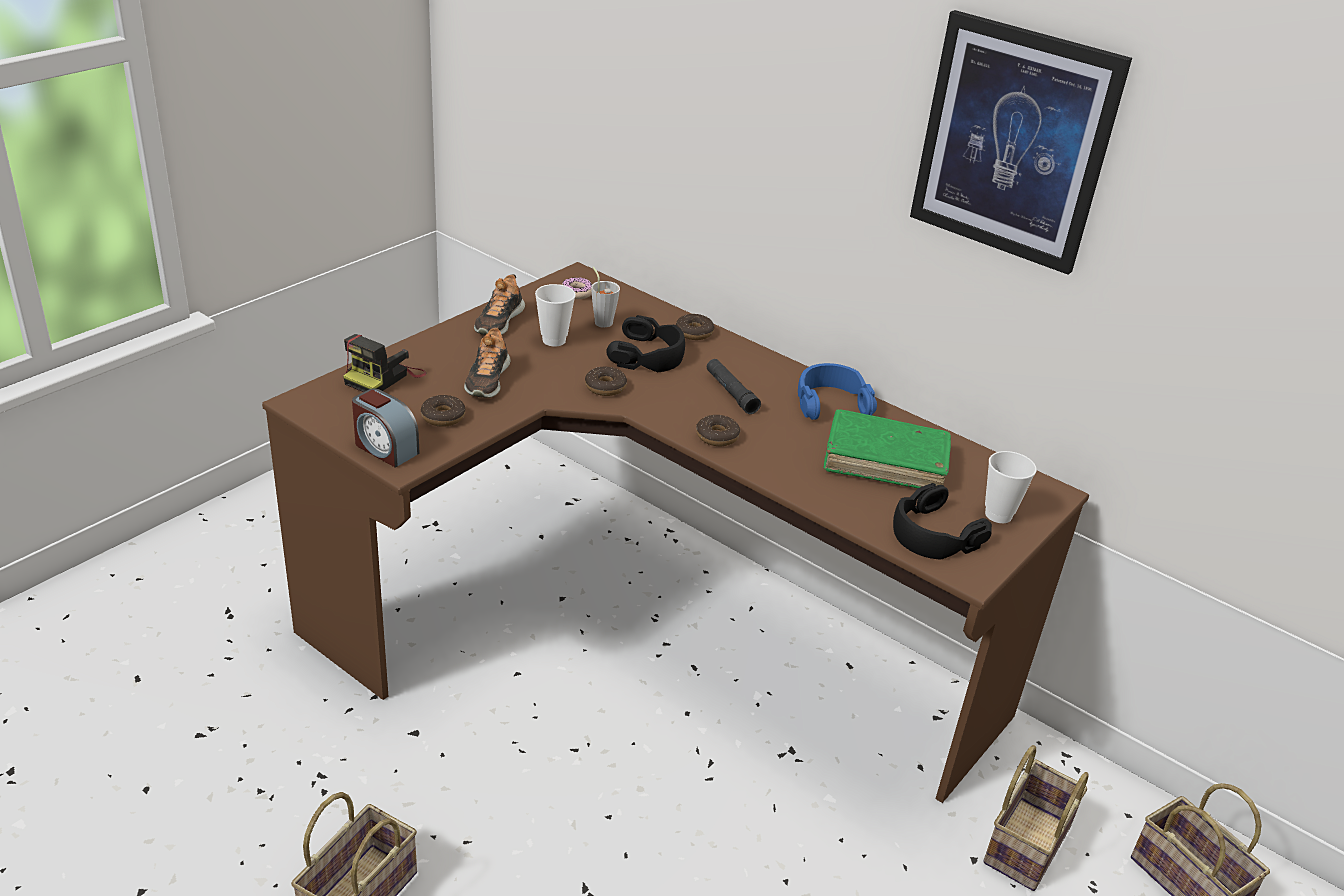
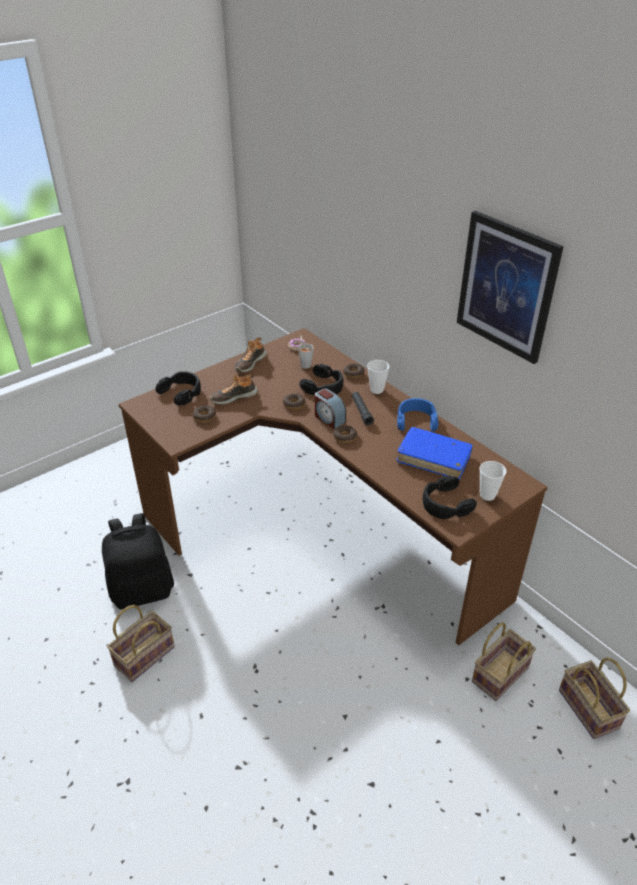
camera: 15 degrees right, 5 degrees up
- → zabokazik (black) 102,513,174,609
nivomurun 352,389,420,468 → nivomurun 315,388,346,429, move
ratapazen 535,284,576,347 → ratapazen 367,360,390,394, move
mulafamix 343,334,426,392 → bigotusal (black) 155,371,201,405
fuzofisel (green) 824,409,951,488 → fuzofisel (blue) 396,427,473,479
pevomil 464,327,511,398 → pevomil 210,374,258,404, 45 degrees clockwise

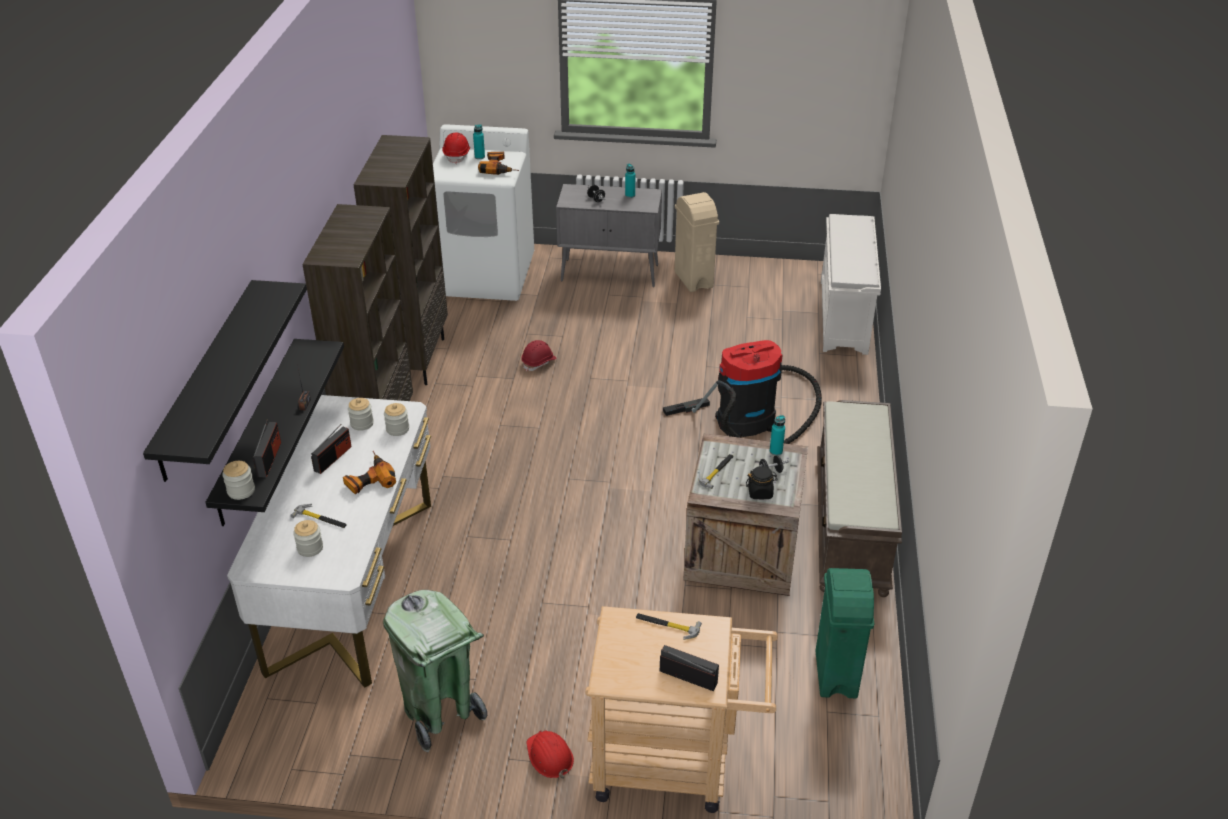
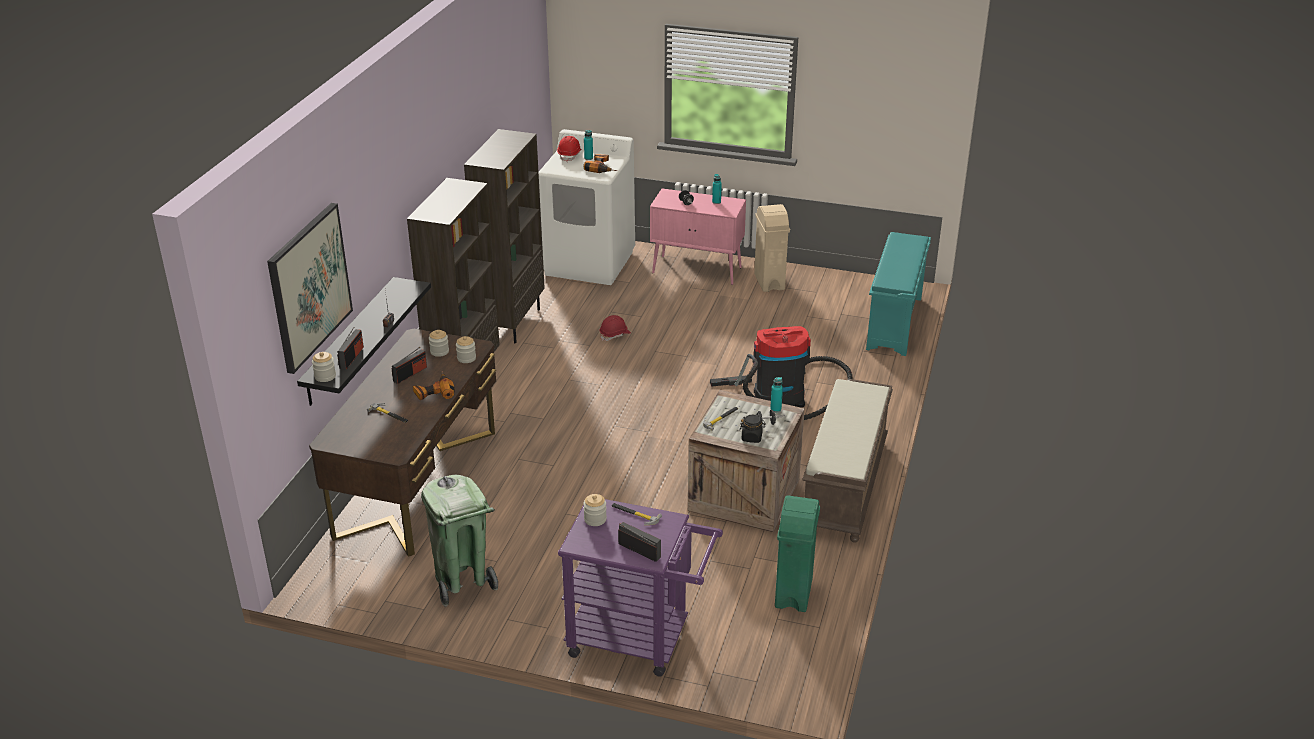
camera: 10 degrees right, 5 degrees down
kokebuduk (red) 527,731,574,778 → -
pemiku 293,520,323,557 → pemiku 583,494,607,526, move
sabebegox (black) 143,280,307,482 → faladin 267,203,353,374
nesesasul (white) 227,395,431,688 → nesesasul (brown) 309,329,496,557
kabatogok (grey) 556,184,662,287 → kabatogok (pink) 650,188,746,285
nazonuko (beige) 585,606,778,813 → nazonuko (purple) 558,499,723,677
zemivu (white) 821,214,881,355 → zemivu (turquoise) 866,232,931,356

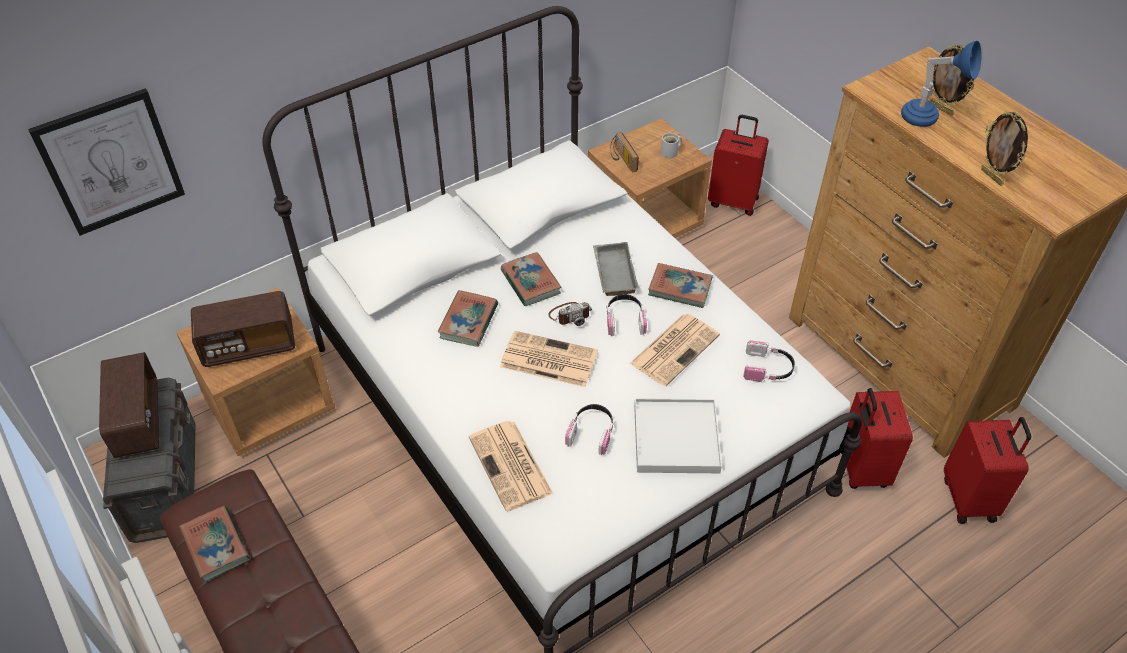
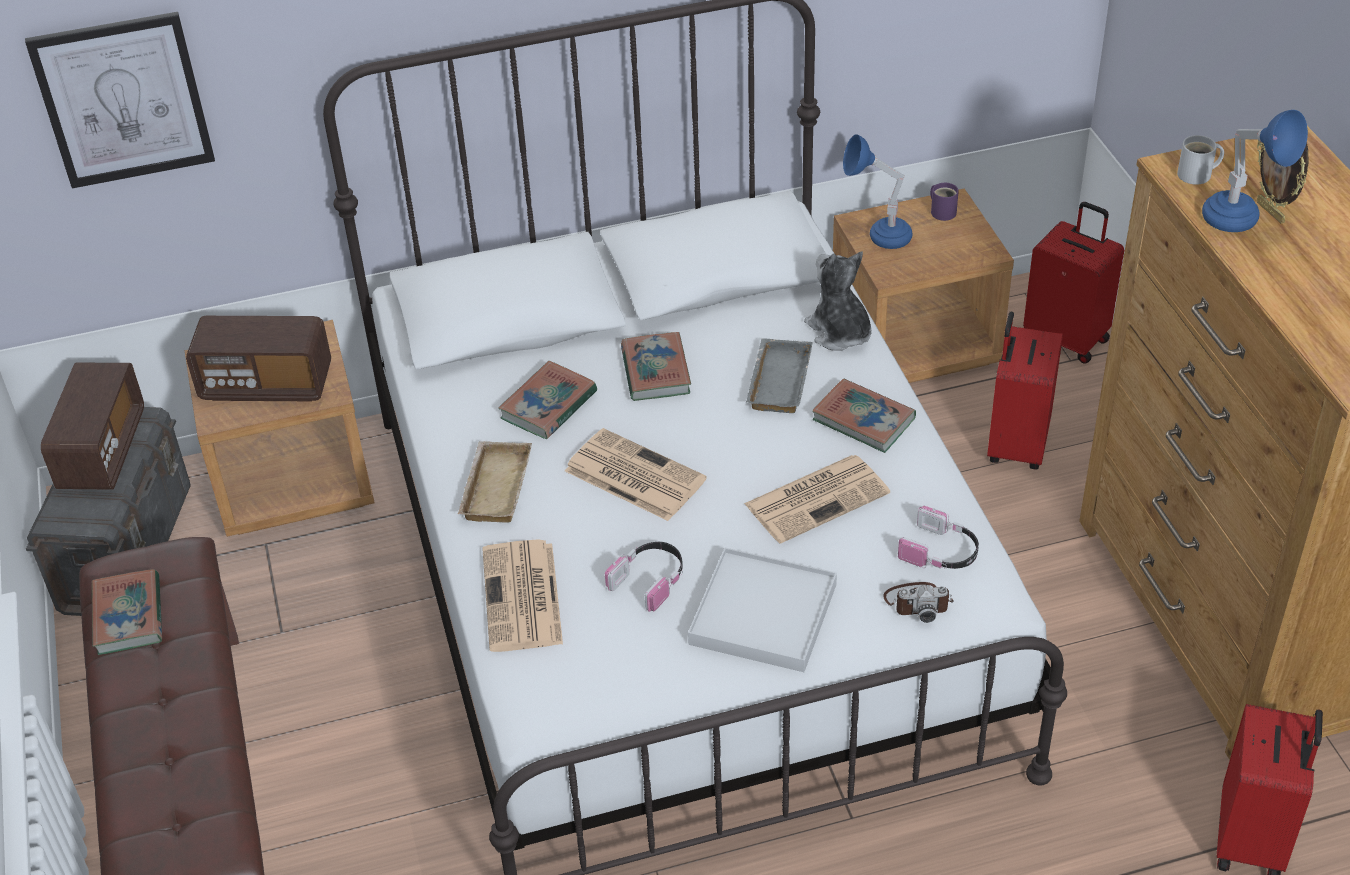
camera: 20 degrees right, 5 degrees down
bigotusal 607,294,647,336 → -
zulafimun 981,111,1028,186 → -
- → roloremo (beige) 458,441,532,523
- → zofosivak 804,251,872,351
- → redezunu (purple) 930,183,959,221
mulafamix 548,302,592,326 → mulafamix 883,582,954,623, move
redezunu (white) 661,133,682,158 → redezunu (white) 1177,135,1224,185, move
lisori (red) 846,388,913,489 → lisori (red) 987,311,1063,470, move
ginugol 610,132,639,173 → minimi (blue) 843,134,912,249

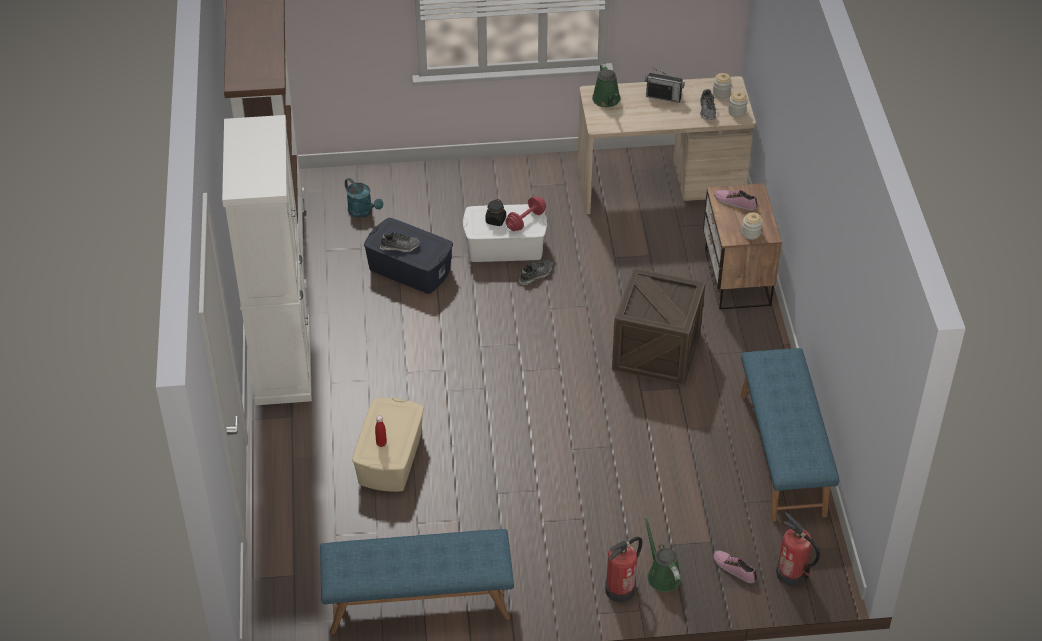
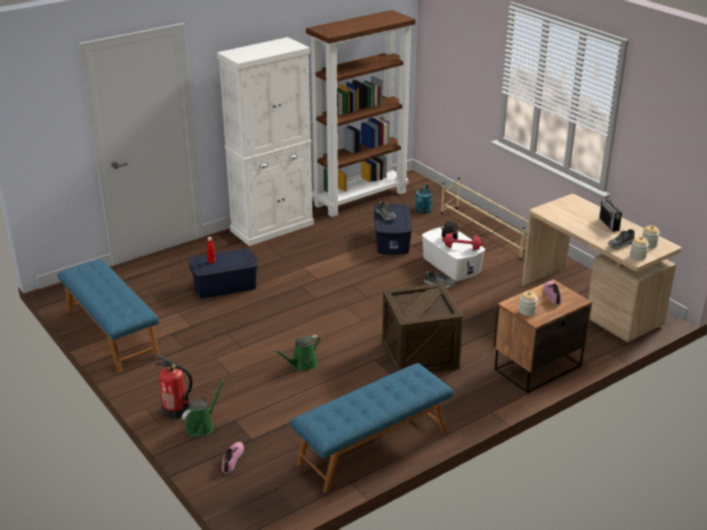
camera: 60 degrees right, 15 degrees down
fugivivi 776,512,820,586 → -
- → zemivu (beige) 441,177,529,260
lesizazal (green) 592,64,621,107 → lesizazal (green) 273,335,320,371, move
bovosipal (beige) 352,398,424,492 → bovosipal (blue) 189,248,258,298

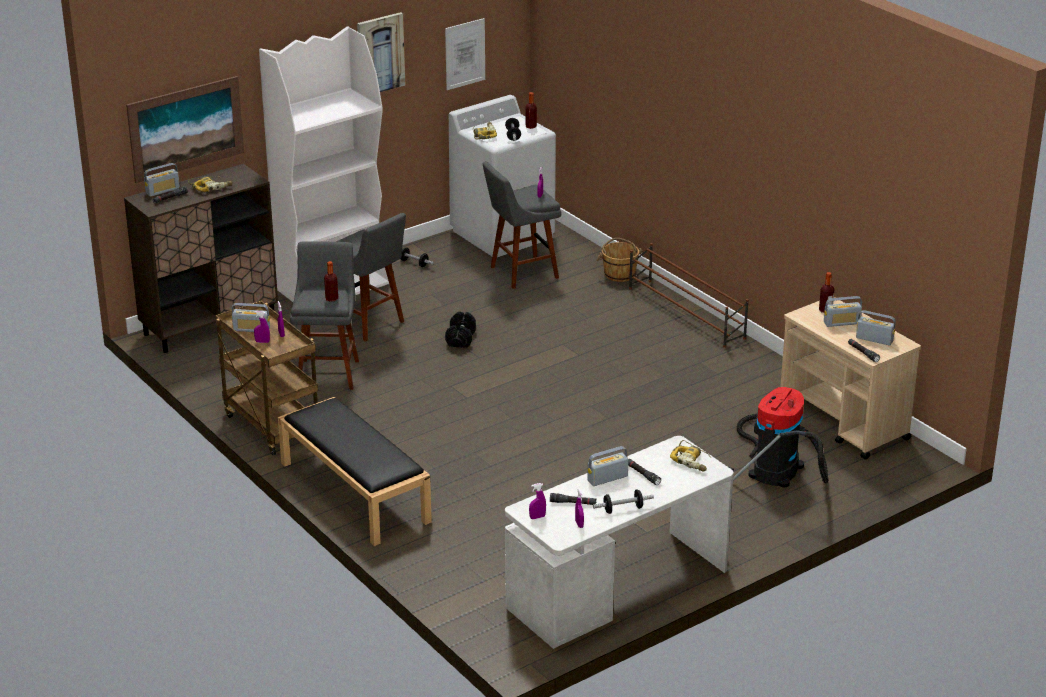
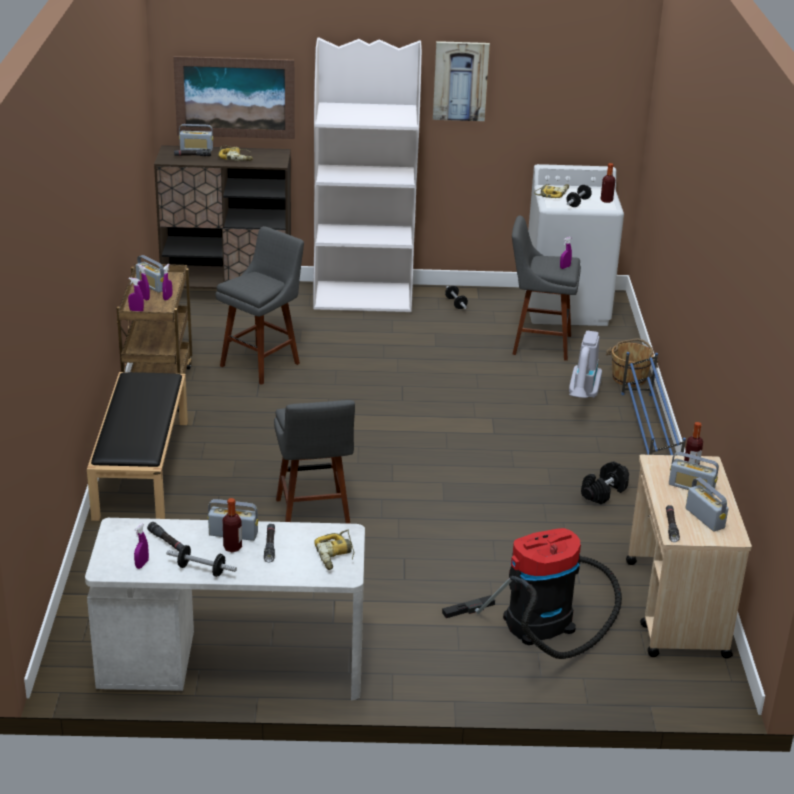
camera: 35 degrees right, 0 degrees up
faladin 445,18,485,90 → -
- → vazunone 569,331,602,398
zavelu 324,261,338,302 → zavelu 222,498,242,552, move
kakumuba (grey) 336,213,406,342 → kakumuba (grey) 274,400,355,524, move
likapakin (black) 445,312,476,348 → likapakin (black) 581,462,629,505, move
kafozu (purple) 529,483,546,519 → kafozu (purple) 128,278,144,311, move
zemivu (brown) 629,243,749,348 → zemivu (blue) 621,352,686,456

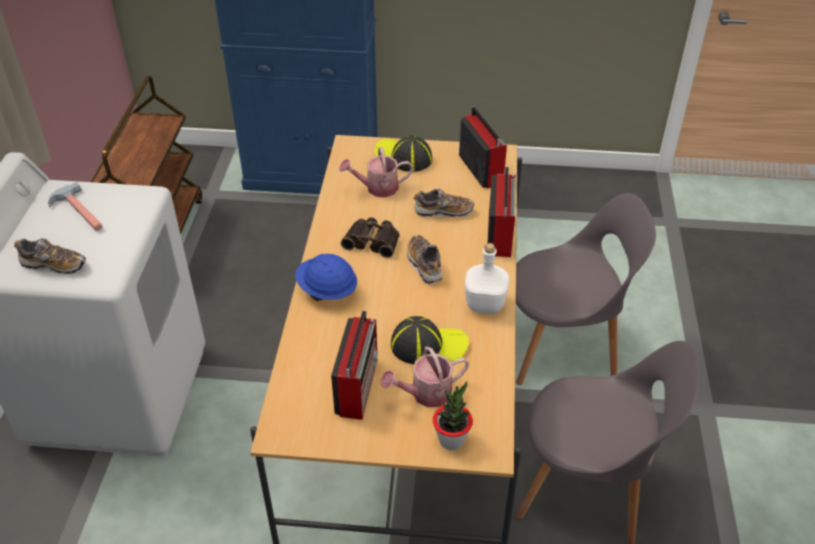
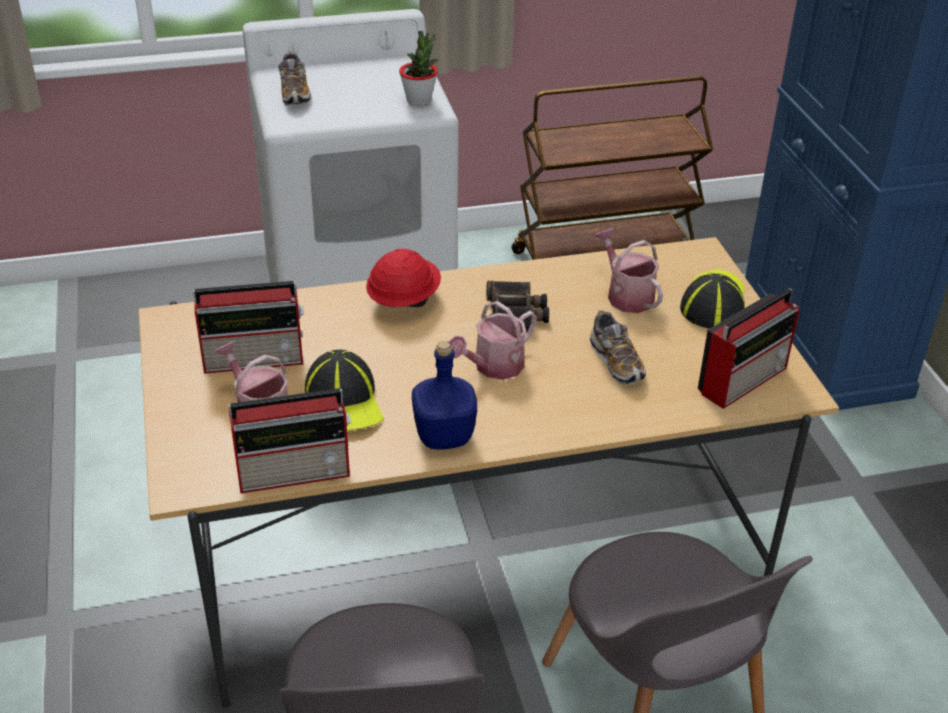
camera: 70 degrees right, 5 degrees down
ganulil 48,182,103,231 → -
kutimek 433,381,473,450 → kutimek 399,31,438,106, move
ginugol 487,167,516,257 → ginugol 229,388,351,494, move
pevomil 407,235,442,284 → lesizazal 448,301,537,380
kokebuduk (blue) 295,254,357,301 → kokebuduk (red) 366,249,441,307
zavelu (white) 465,243,509,314 → zavelu (blue) 412,341,477,449

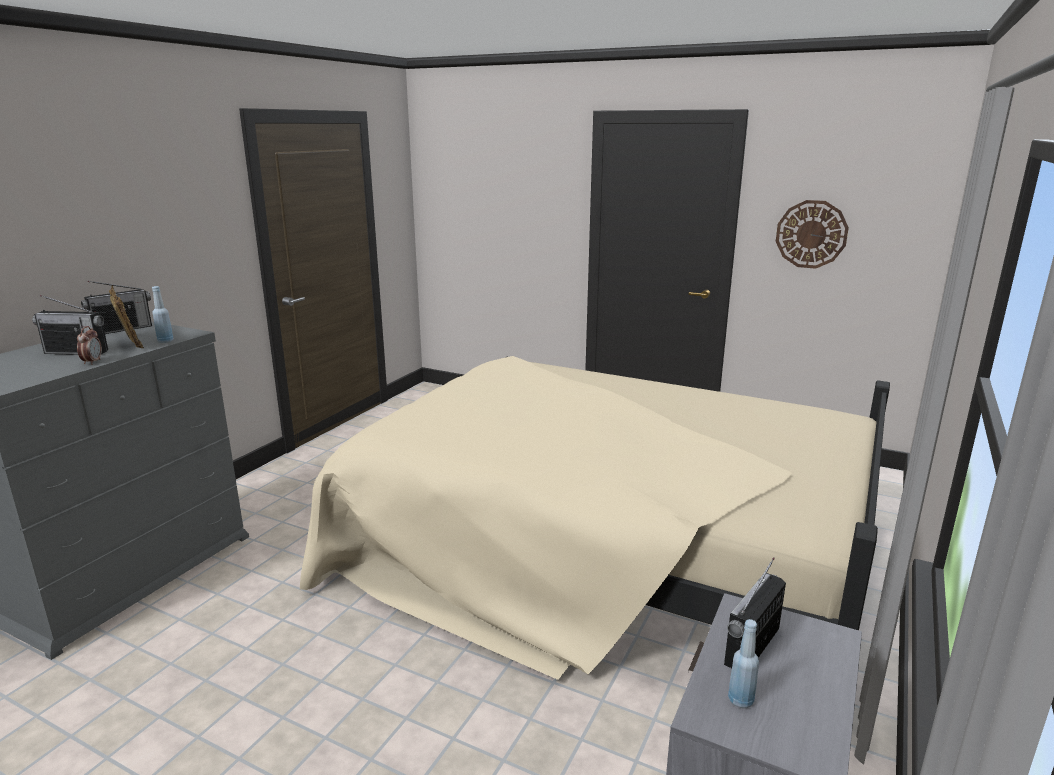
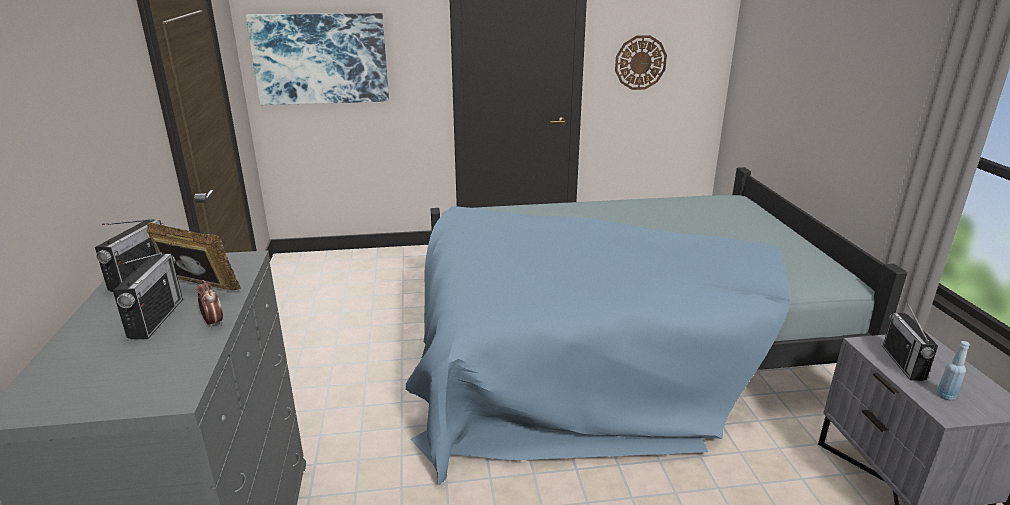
camera: 35 degrees left, 5 degrees up
zavelu (blue) 152,286,174,343 → -
- → faladin 246,13,389,105
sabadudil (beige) 300,356,890,680 → sabadudil (blue) 406,167,907,484
ginugol 32,295,108,355 → ginugol 113,252,183,339, 60 degrees counterclockwise

